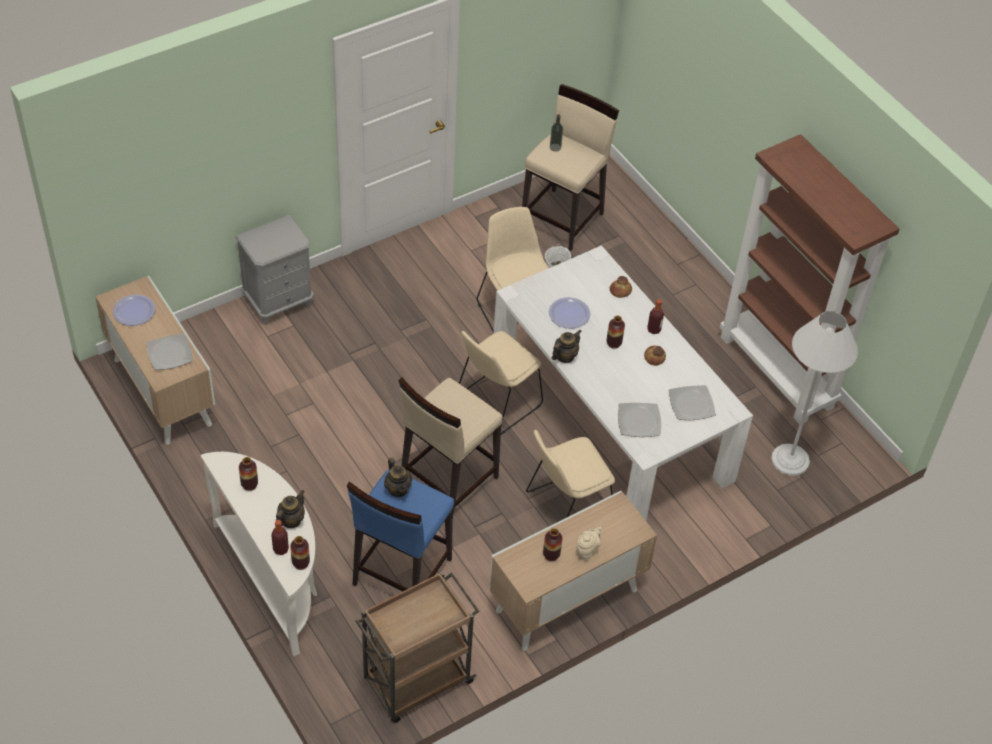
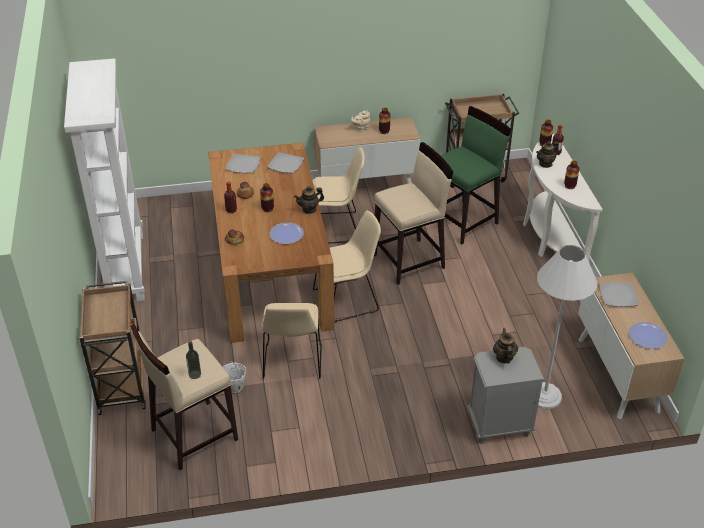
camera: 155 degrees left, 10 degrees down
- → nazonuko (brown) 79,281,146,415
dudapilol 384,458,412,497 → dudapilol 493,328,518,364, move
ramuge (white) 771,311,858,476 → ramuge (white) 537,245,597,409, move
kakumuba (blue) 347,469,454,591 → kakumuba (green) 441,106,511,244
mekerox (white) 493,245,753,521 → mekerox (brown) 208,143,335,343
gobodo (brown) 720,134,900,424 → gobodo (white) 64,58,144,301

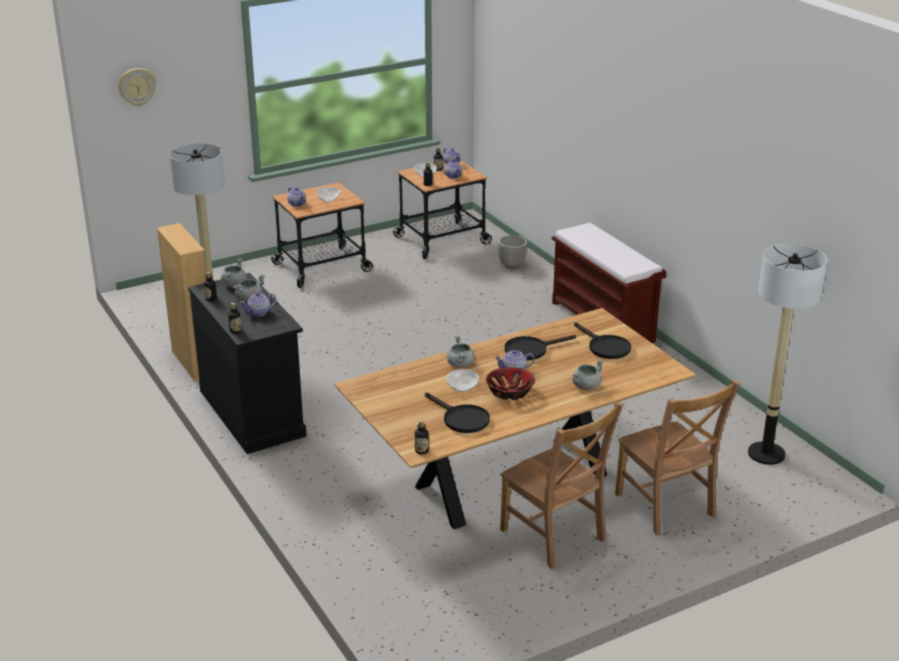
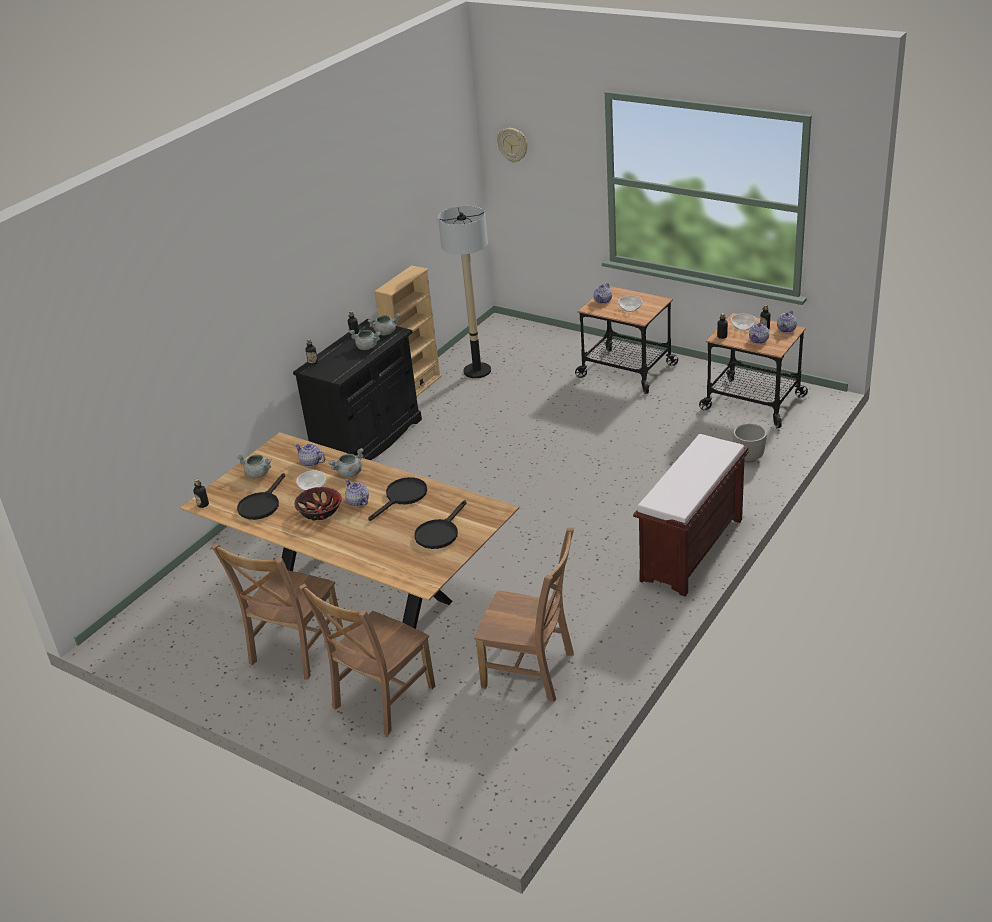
camera: 65 degrees right, 5 degrees up
ramuge 748,244,828,465 → -
- → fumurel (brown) 474,528,574,702
dudapilol 240,292,276,317 → dudapilol 295,444,326,467, move
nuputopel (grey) 572,359,604,390 → nuputopel (grey) 236,455,272,478, move
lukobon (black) 505,335,576,361 → lukobon (black) 368,477,427,521, 90 degrees clockwise

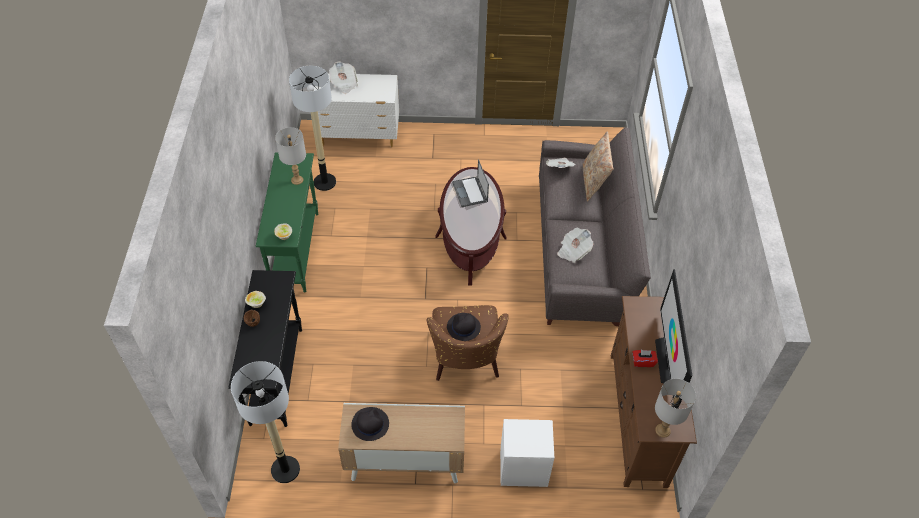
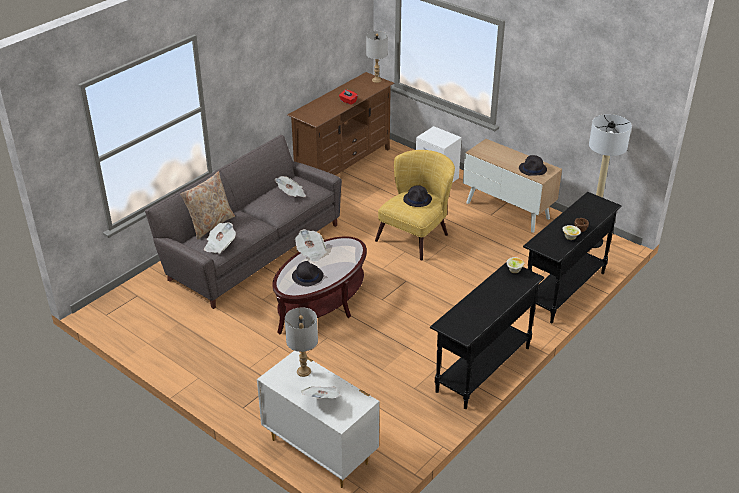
camera: 140 degrees left, 15 degrees down
ramuge 289,66,336,191 → -
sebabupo 655,269,692,409 → -
- → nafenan 295,229,327,262
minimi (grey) 275,127,306,185 → minimi (grey) 285,307,318,377, move
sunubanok 452,160,489,207 → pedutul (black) 292,261,323,287
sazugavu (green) 256,152,318,292 → sazugavu (black) 430,263,544,409
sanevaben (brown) 426,305,509,381 → sanevaben (yellow) 375,150,455,261

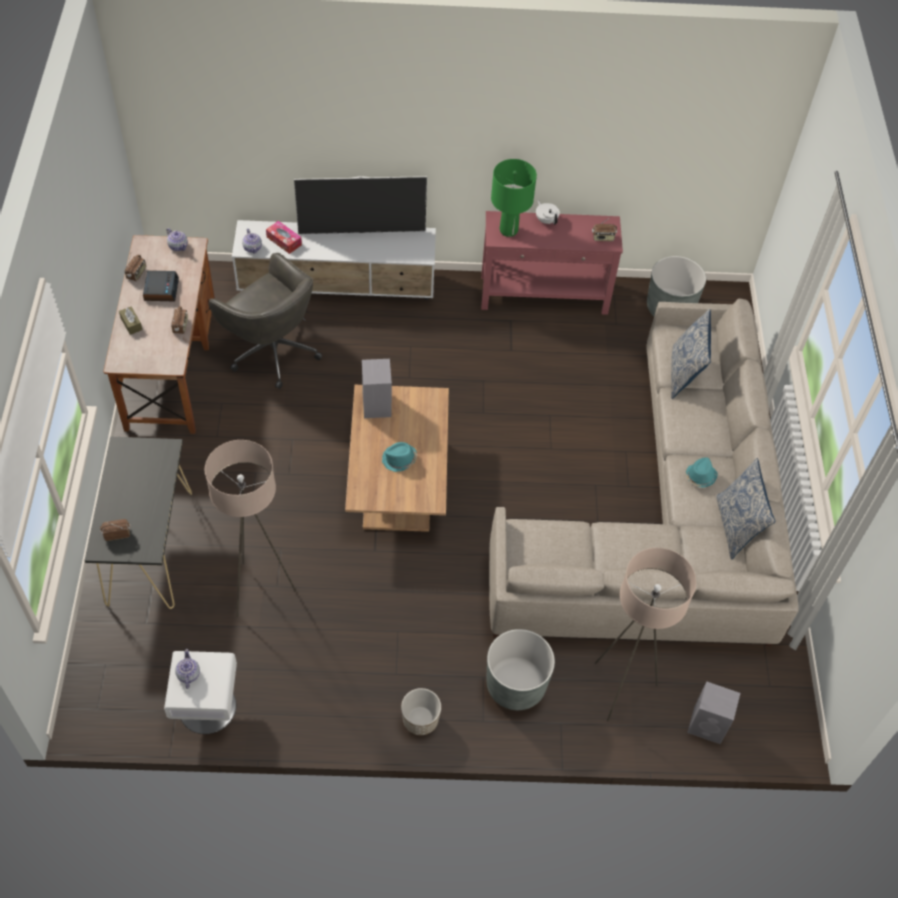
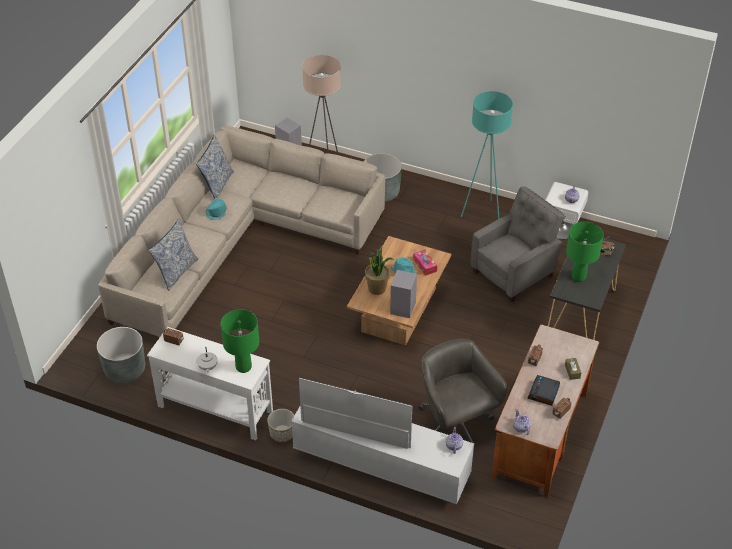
camera: 155 degrees left, 10 degrees down
- → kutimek 365,246,394,295
- → ramuge (turquoise) 461,91,513,219
- → minimi (green) 566,222,604,282
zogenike 266,221,302,254 → zogenike 413,250,437,276, move
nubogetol 401,688,441,735 → nubogetol 267,409,294,442, move
ramuge (beige) 205,440,296,617 → sanevaben (grey) 471,187,565,303
sazugavu (red) 481,211,623,315 → sazugavu (white) 147,327,273,440

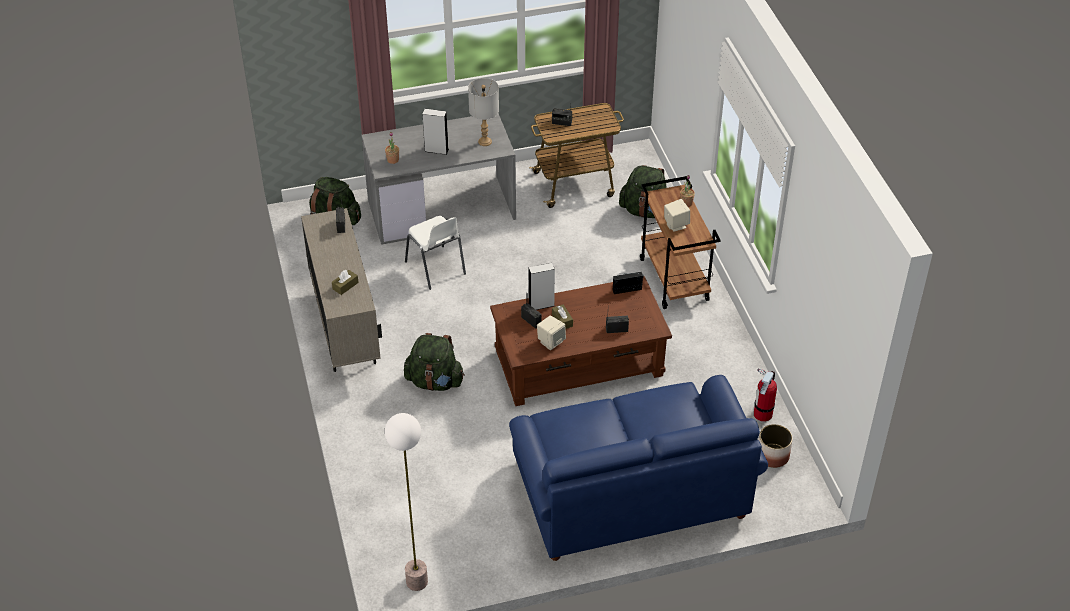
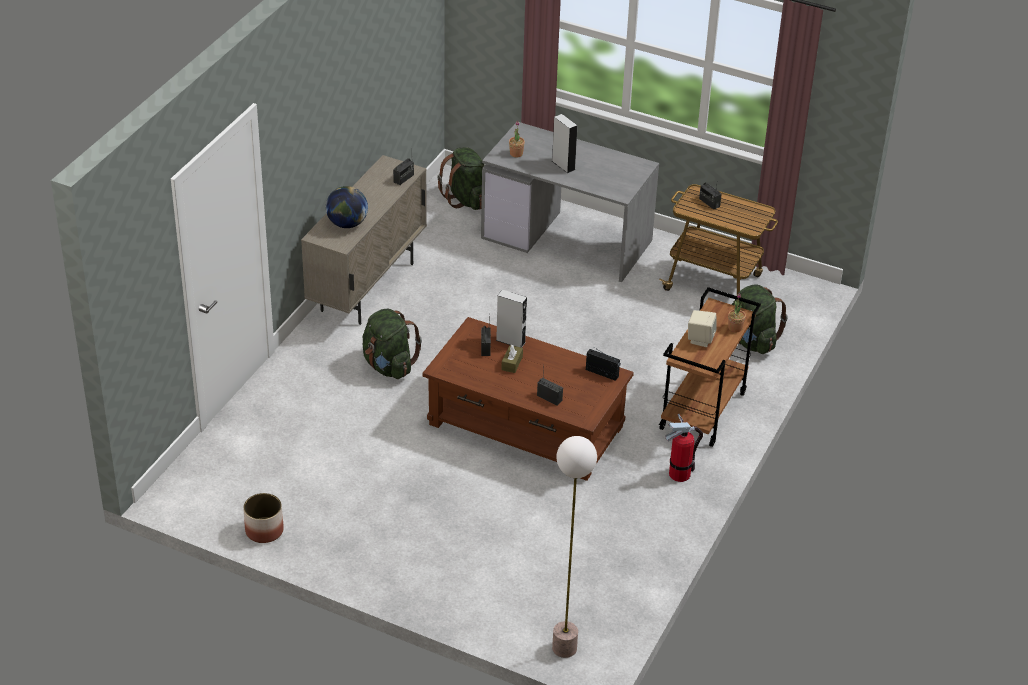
camera: 40 degrees right, 5 degrees down
fumurel (white) 405,216,466,290 → -
minimi (grey) 468,78,499,146 → -
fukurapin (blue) 509,375,768,561 → -
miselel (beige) 537,315,566,350 → -
ramuge 385,413,428,591 → ramuge 552,436,597,658, move
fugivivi 754,369,777,422 → fugivivi 665,414,703,482, move
nubogetol 759,424,793,468 → nubogetol 243,493,284,543, move
zogenike (brown) 332,270,359,295 → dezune 326,186,368,228

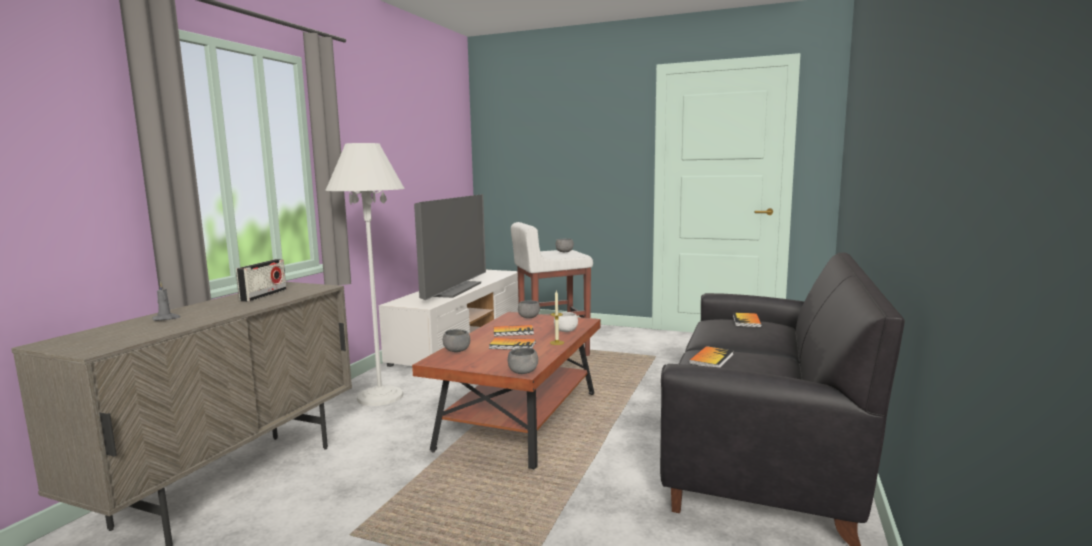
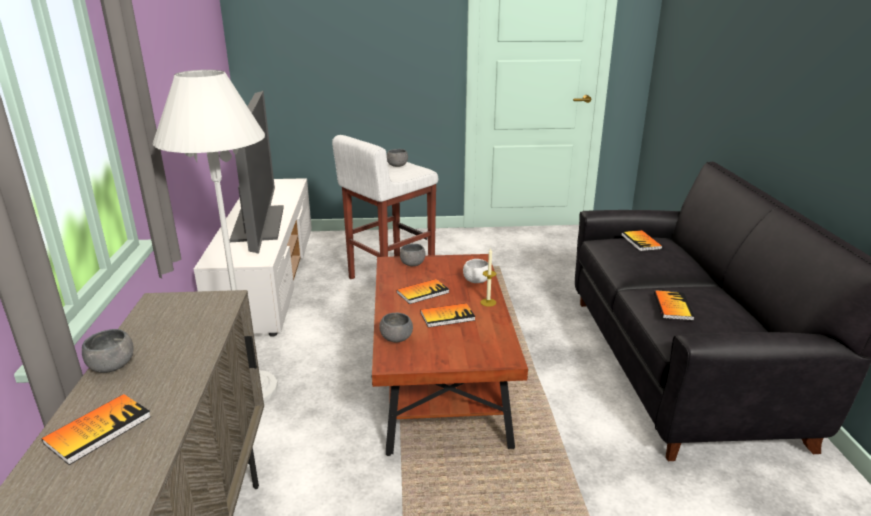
camera: 25 degrees left, 15 degrees up
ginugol 236,259,286,302 → -
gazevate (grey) 508,348,538,374 → gazevate (grey) 82,329,134,373, move
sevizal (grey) 153,282,180,321 → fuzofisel 41,394,151,465

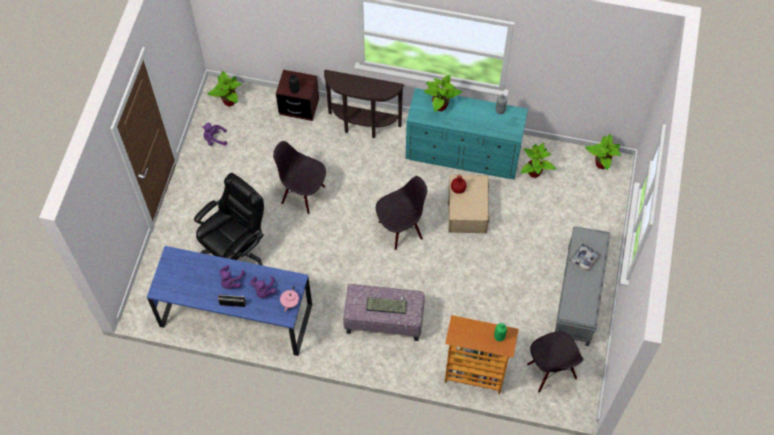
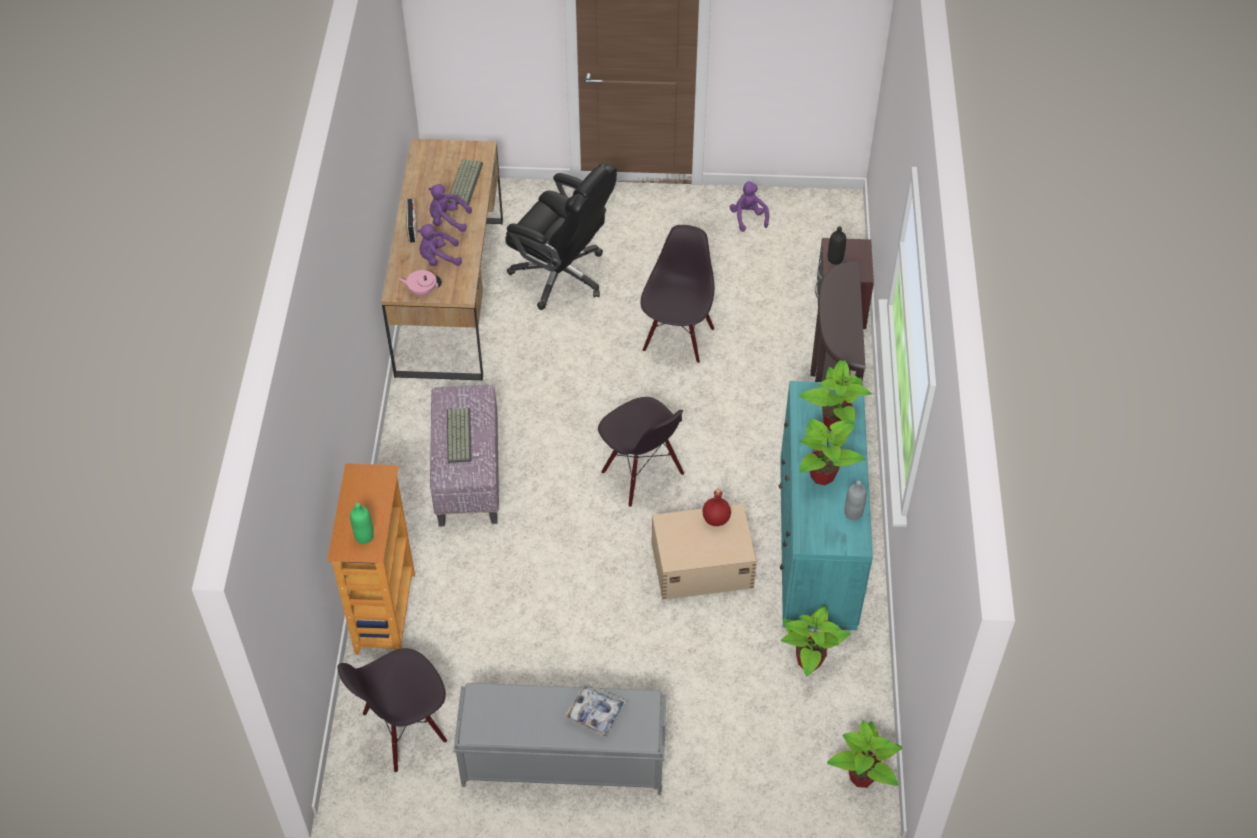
camera: 80 degrees right, 10 degrees down
- → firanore 447,159,483,205
kutimek 208,71,242,107 → kutimek 799,419,865,485, move
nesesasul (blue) 147,246,312,356 → nesesasul (brown) 381,139,503,381

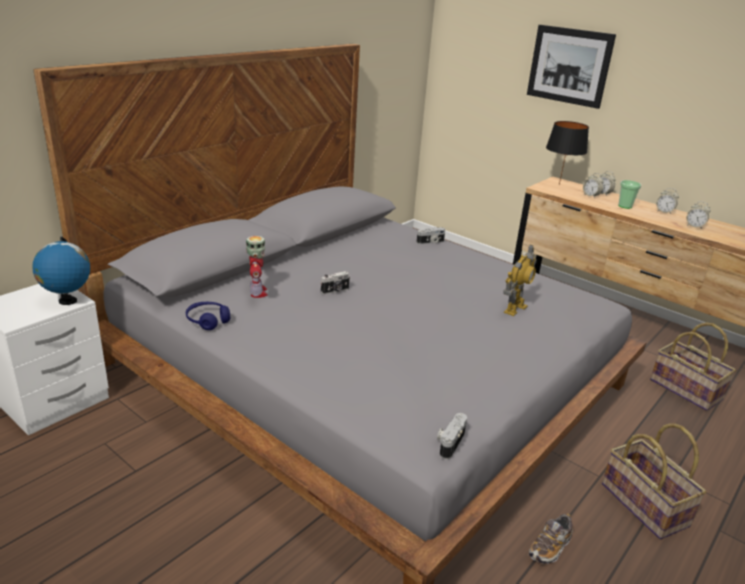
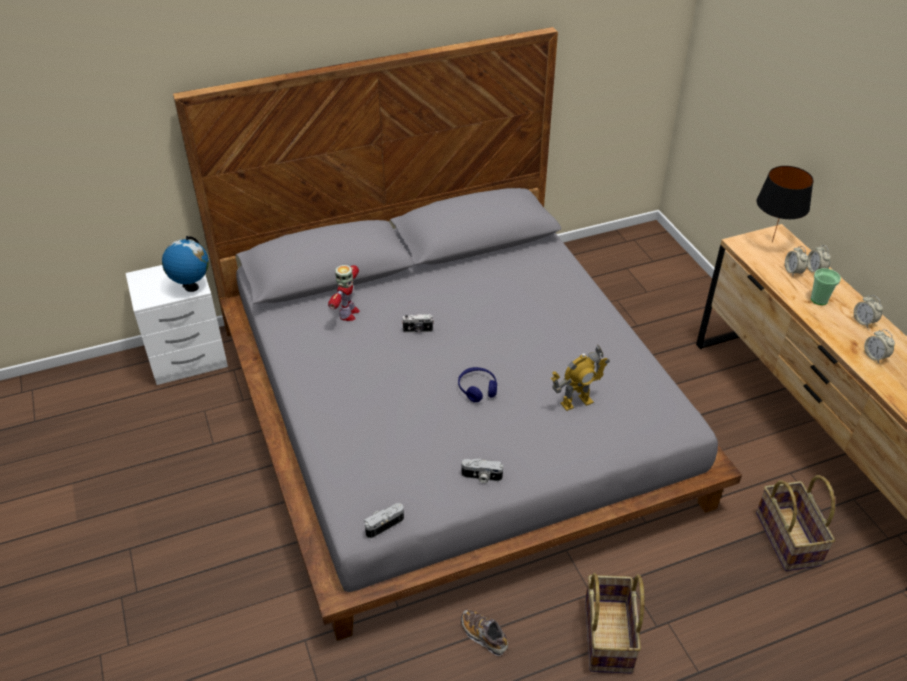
camera: 30 degrees right, 15 degrees up
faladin 527,25,616,109 → -
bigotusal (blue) 186,302,230,330 → bigotusal (blue) 458,367,497,402, move
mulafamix 416,227,445,244 → mulafamix 462,459,503,483, move
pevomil 529,514,573,564 → pevomil 461,609,508,656, 60 degrees clockwise

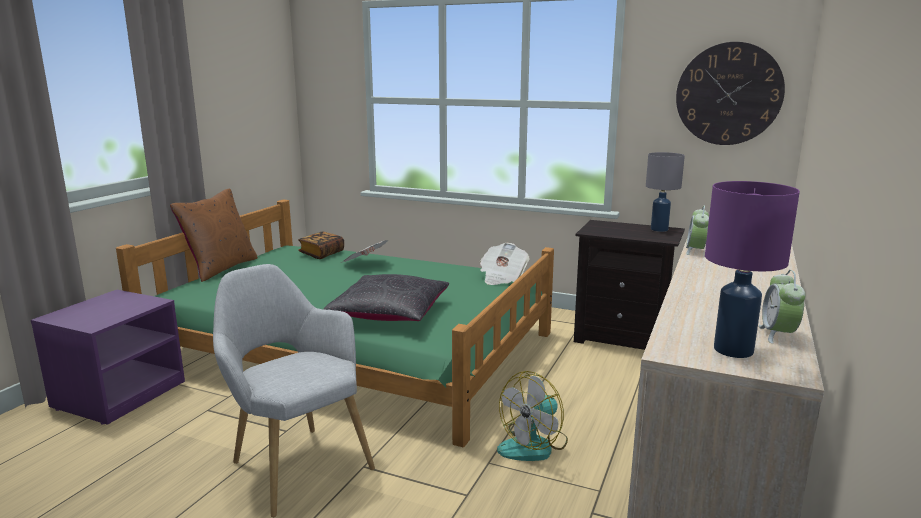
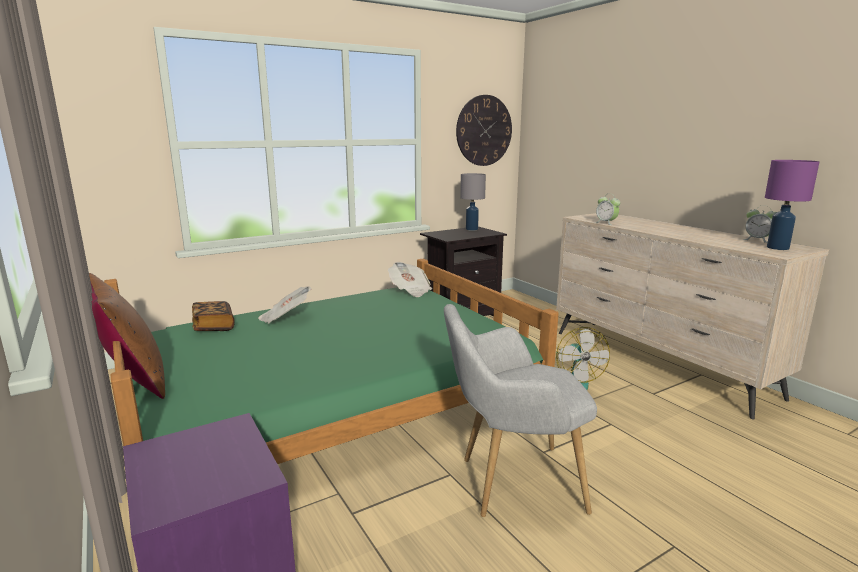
camera: 55 degrees left, 0 degrees up
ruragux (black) 324,274,449,321 → -

